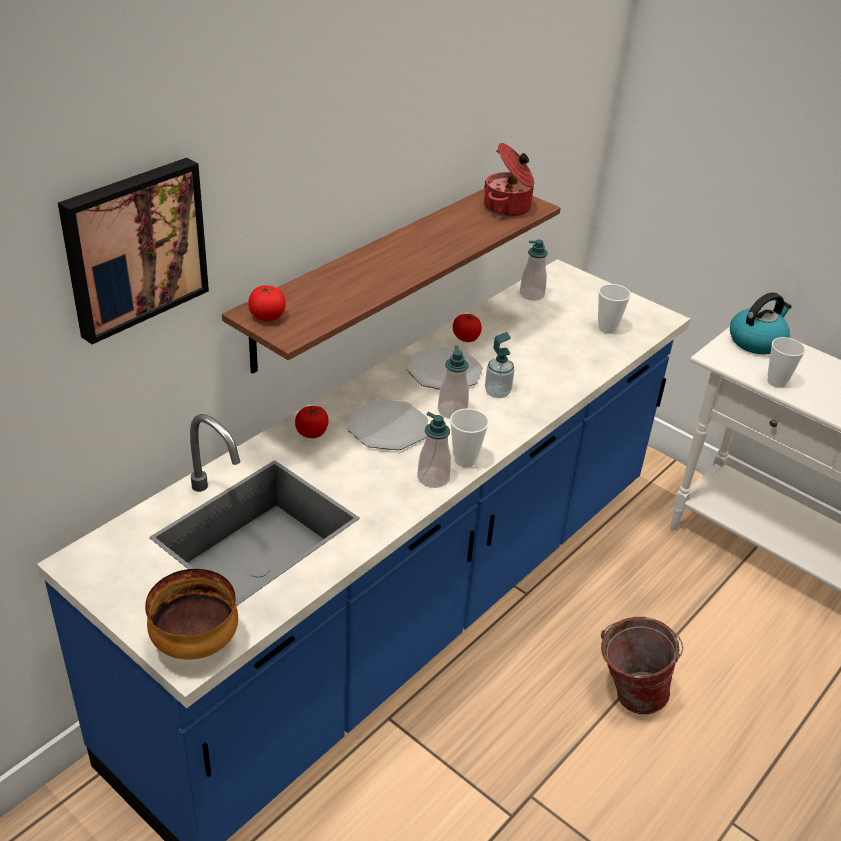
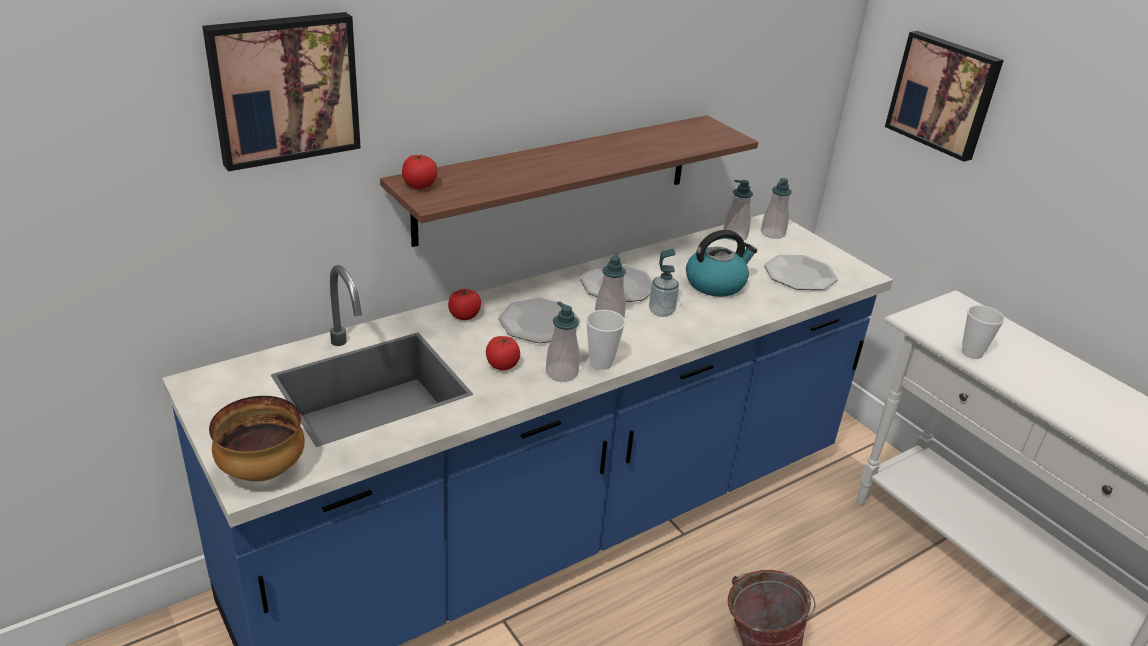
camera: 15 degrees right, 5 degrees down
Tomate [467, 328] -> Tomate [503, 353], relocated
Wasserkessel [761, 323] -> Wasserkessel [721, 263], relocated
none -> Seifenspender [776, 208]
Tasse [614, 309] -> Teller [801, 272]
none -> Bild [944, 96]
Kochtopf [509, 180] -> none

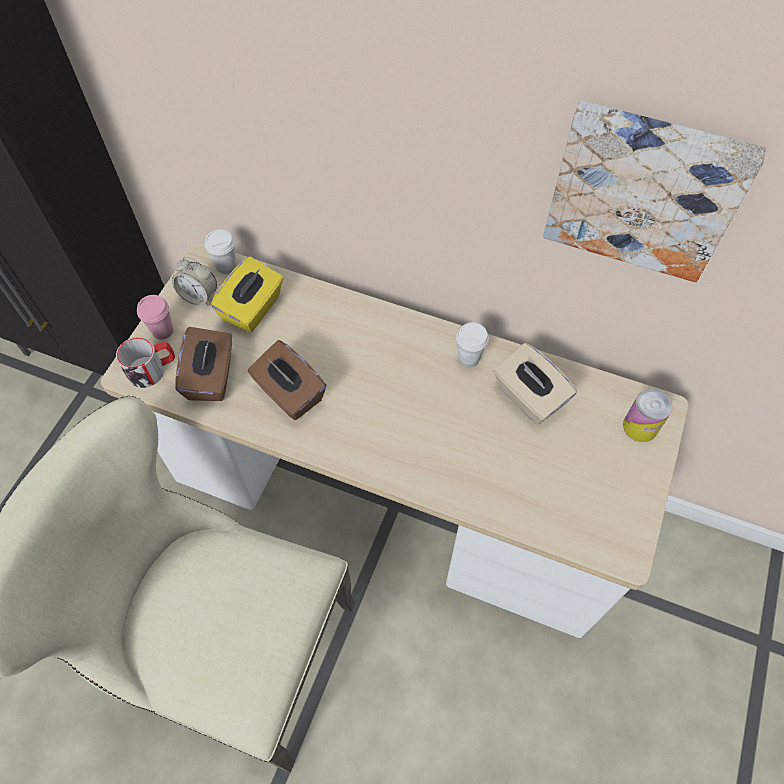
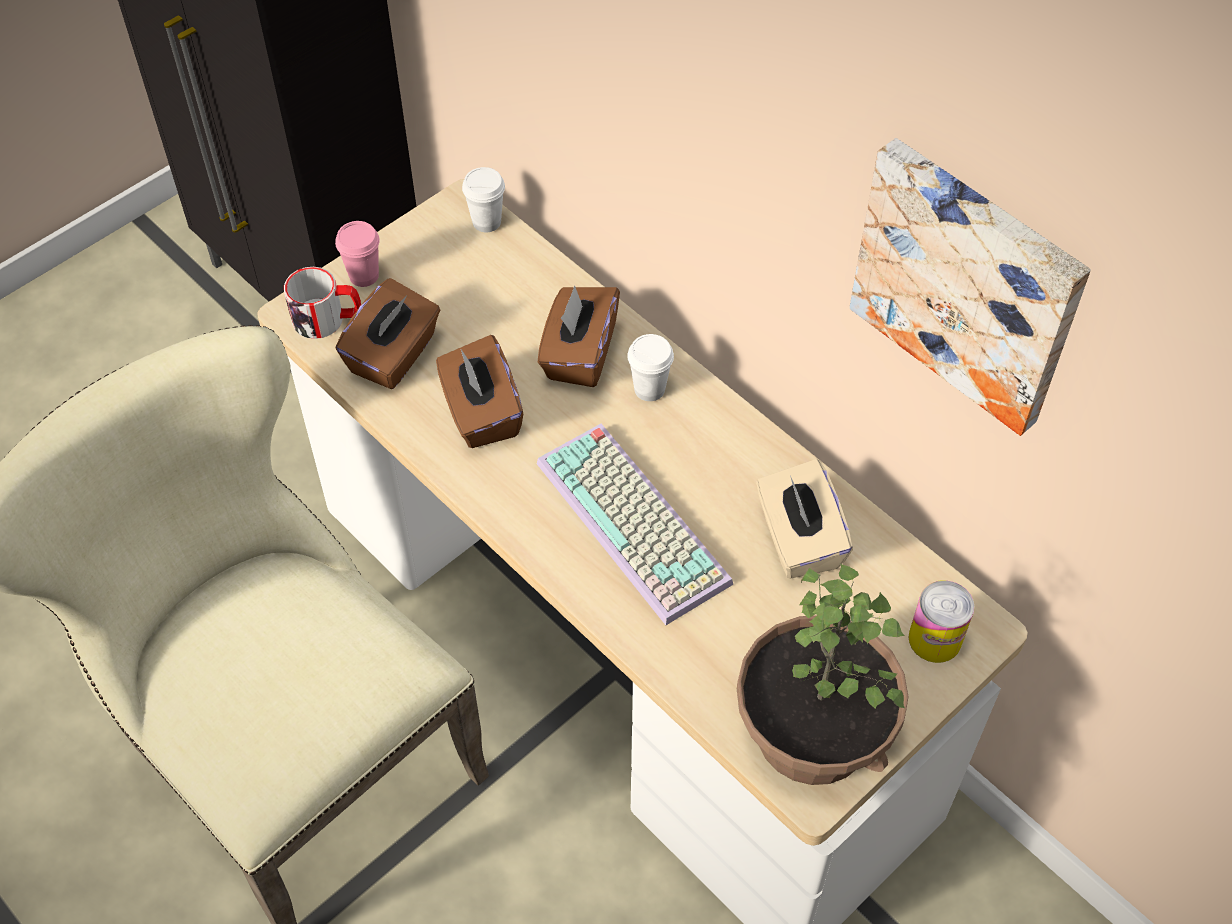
camera: 25 degrees right, 5 degrees down
none -> Tastatur [635, 524]
none -> Taschentuchbox/braun [579, 336]
Tasse/weiß [472, 345] -> Tasse/weiß [650, 367], relocated
none -> Topfpflanze [823, 674]
Wecker [194, 281] -> none
Taschentuchbox/gelb [247, 294] -> none

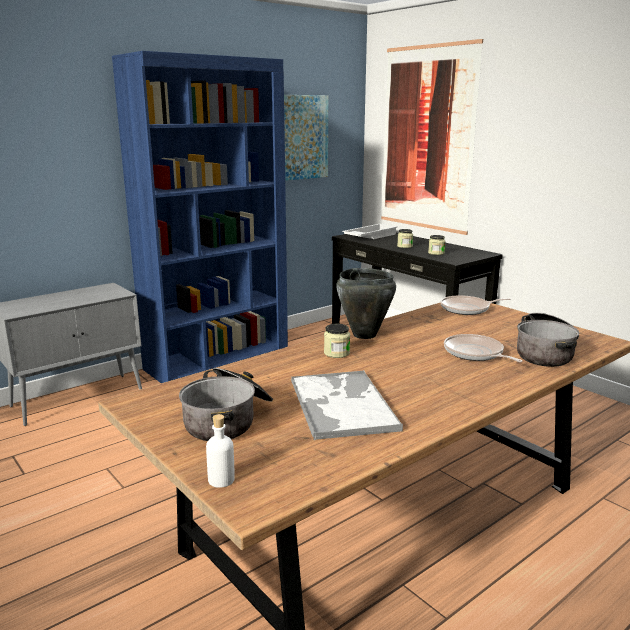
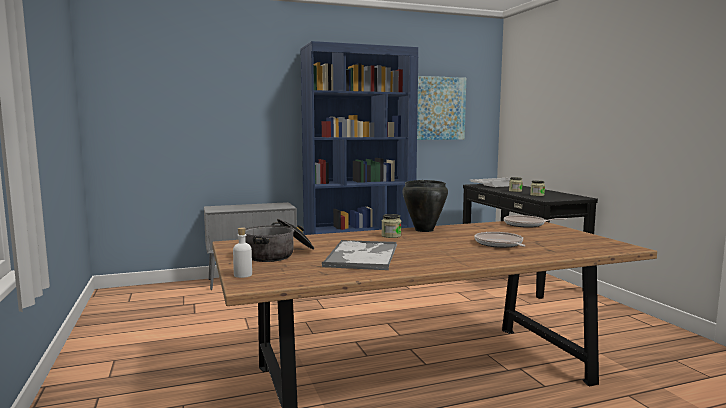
camera: 20 degrees right, 10 degrees down
Bild [432, 137] -> none
Kochtopf [548, 340] -> none

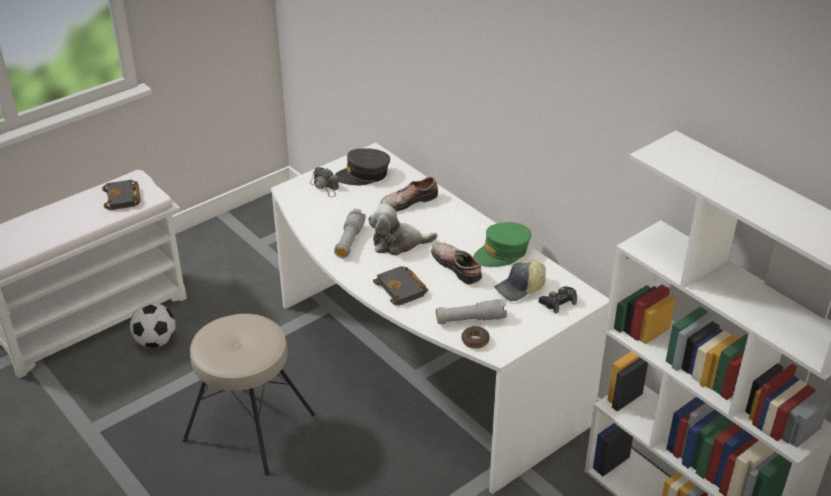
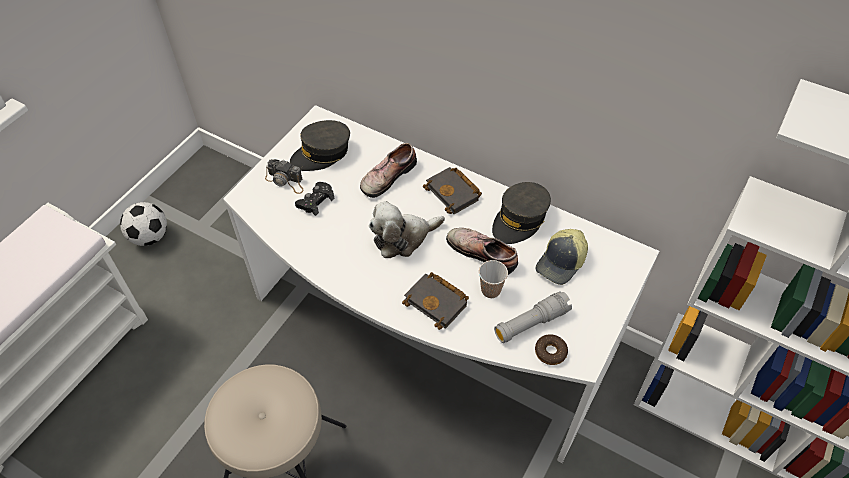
camera: 20 degrees left, 15 degrees up
Fußball [153, 325] -> Fußball [143, 224], relocated
Gamepad/schwarz [558, 300] -> Gamepad/schwarz [314, 199], relocated
Buch/schwarz [121, 195] -> Buch/schwarz [452, 190], relocated
none -> Tasse [493, 279]
Kappe/grün [502, 244] -> Kappe/grau [521, 213]
Taschenlampe/grau [350, 233] -> none

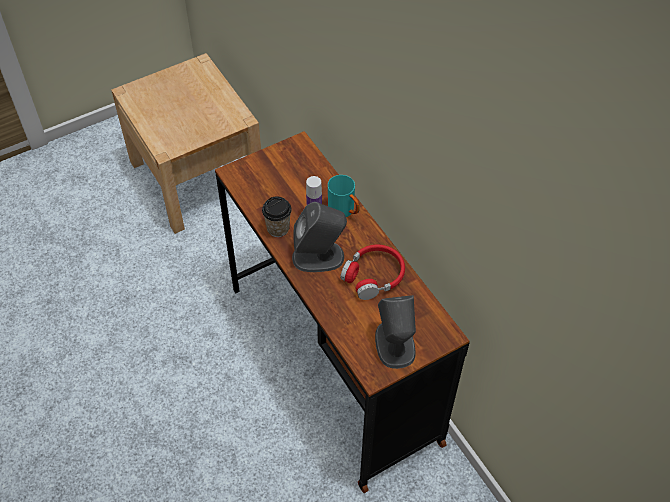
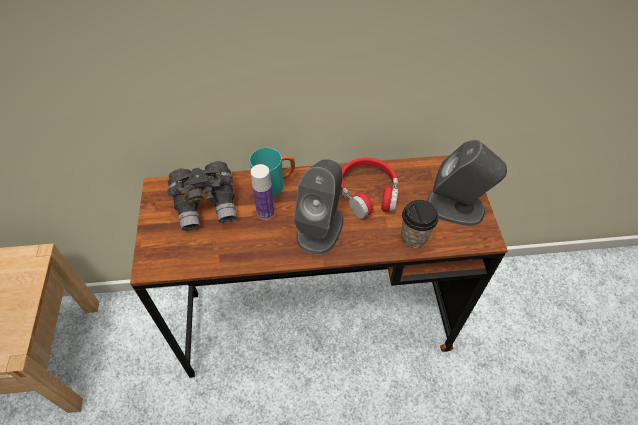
camera: 65 degrees left, 0 degrees up
none -> Fernglas/grau [202, 196]
Tasse [277, 216] -> Tasse [420, 224], relocated

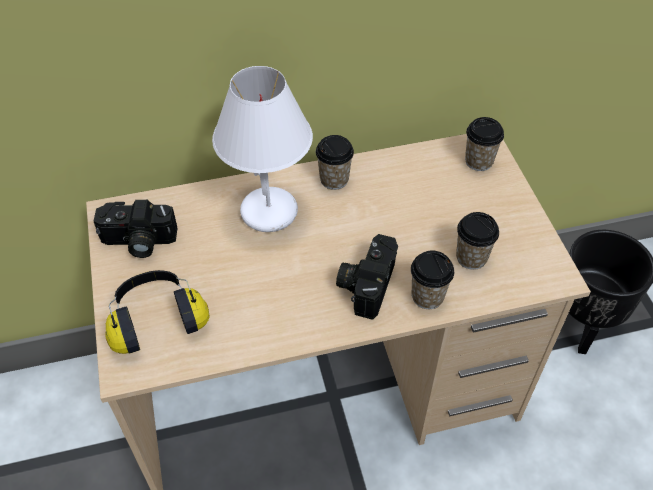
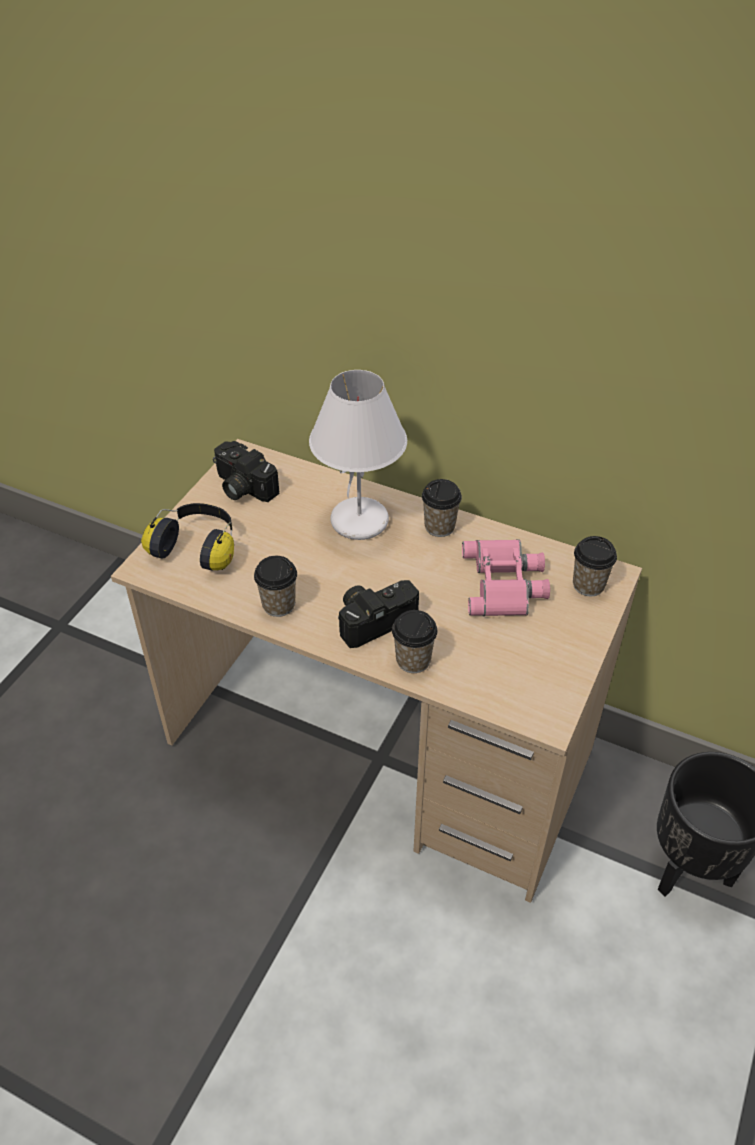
camera: 40 degrees right, 5 degrees down
Tasse [477, 241] -> Tasse [275, 586], relocated
none -> Fernglas/rosa [506, 577]

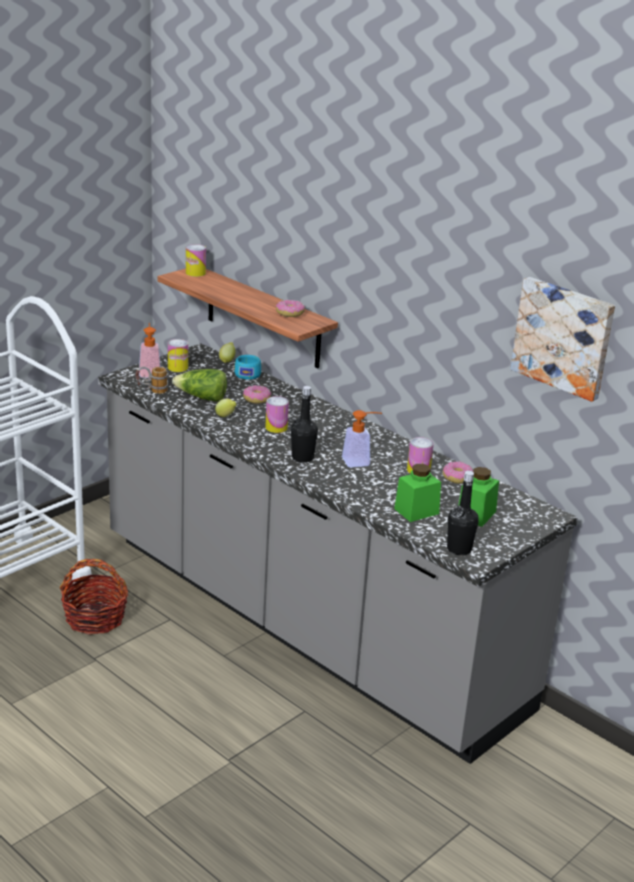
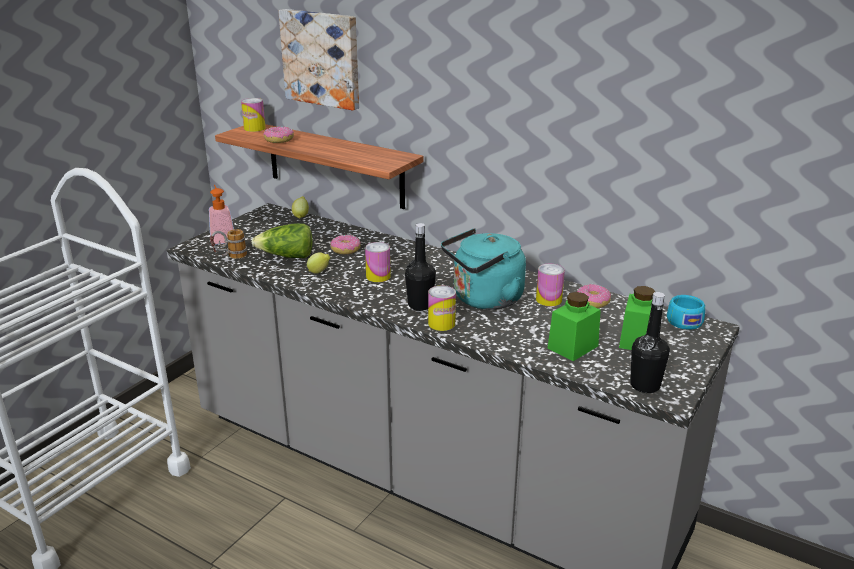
camera: 10 degrees left, 0 degrees up
Donut [290, 308] -> Donut [279, 135], relocated
Bild [562, 339] -> Bild [318, 60], relocated
Dose [178, 355] -> Dose [442, 308], relocated
Seifenspender [362, 438] -> Wasserkessel/türkis [483, 269]
Tasse/türkis [247, 367] -> Tasse/türkis [686, 312], relocated
Korb [94, 597] -> none

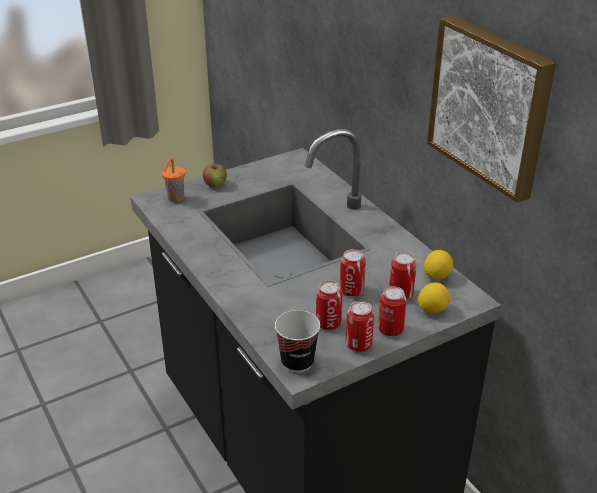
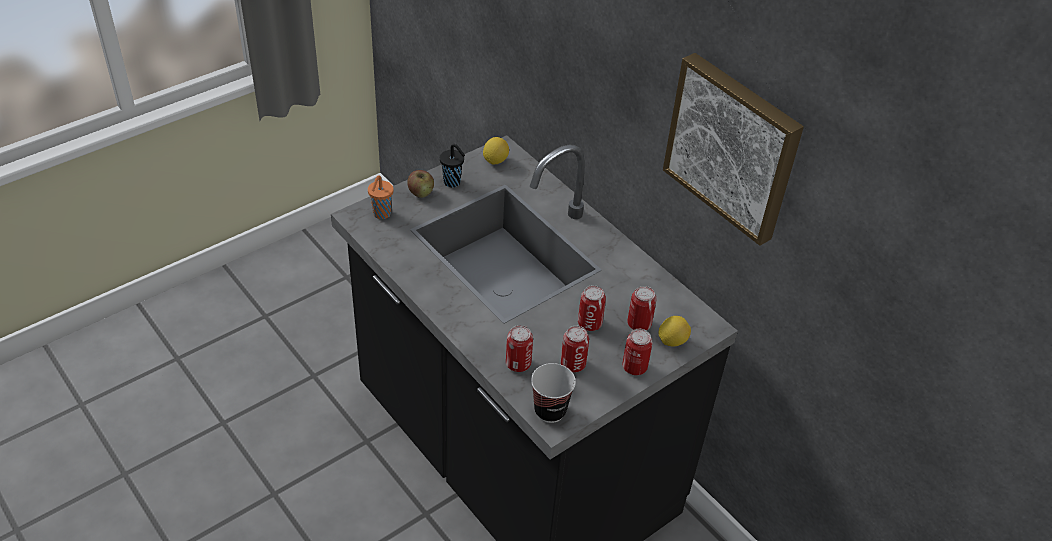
camera: 10 degrees left, 10 degrees up
none -> Tasse/schwarz [452, 165]
Zitrone [438, 265] -> Zitrone [496, 151], relocated
Dose [360, 326] -> Dose [519, 348], relocated

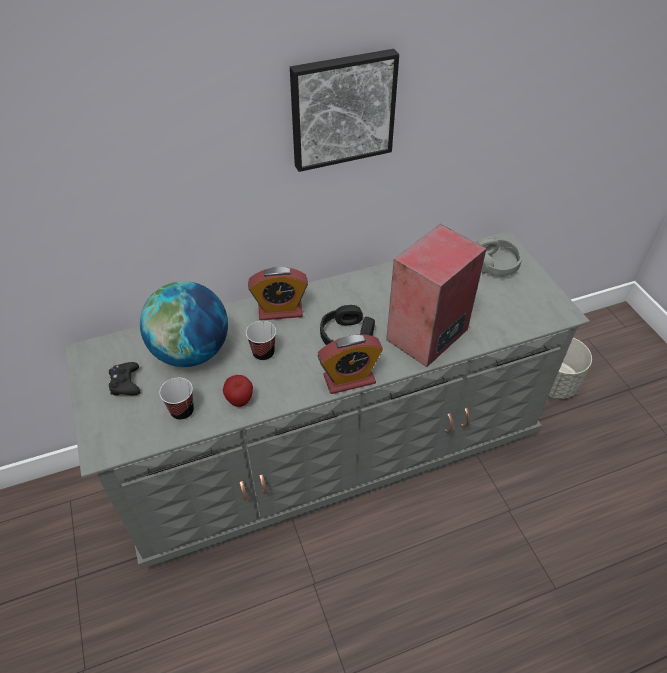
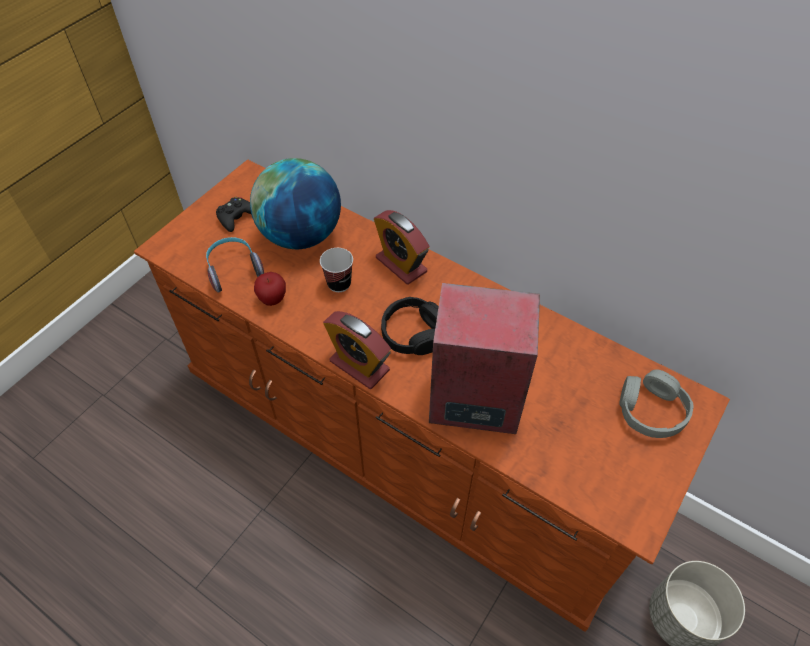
camera: 55 degrees right, 5 degrees up
Kommode/grau [327, 400] -> Kommode/braun [432, 396]
Tasse [176, 398] -> Kopfhörer [235, 264]
Bild [344, 110] -> none

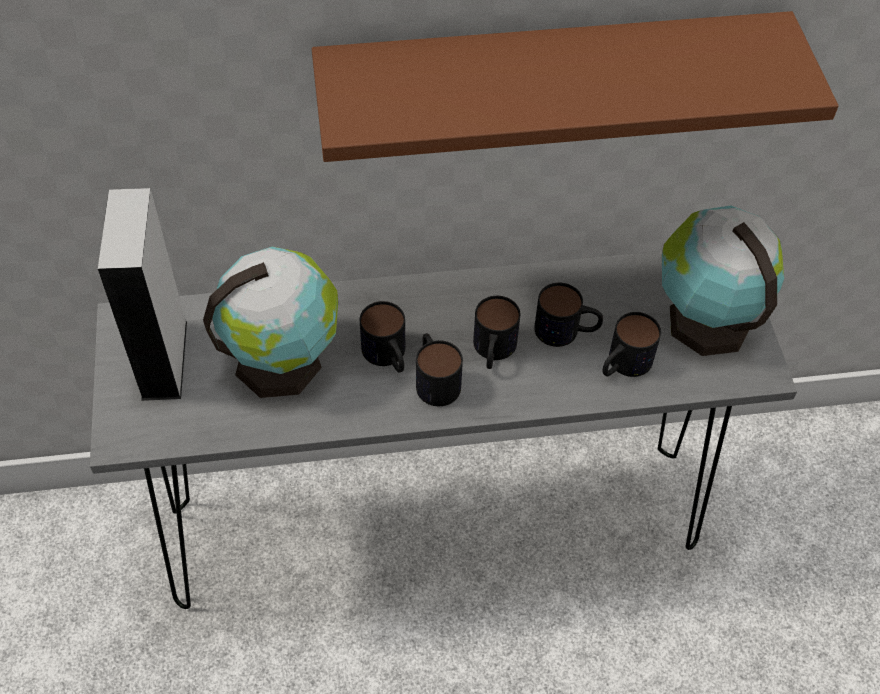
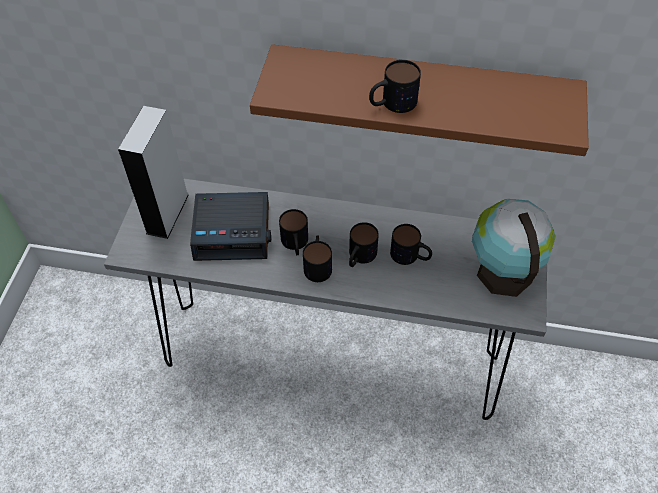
camera: 20 degrees right, 0 degrees up
Globus [270, 322] -> Wecker [230, 226]
Henkelbecher [631, 344] -> Henkelbecher [395, 86], relocated

